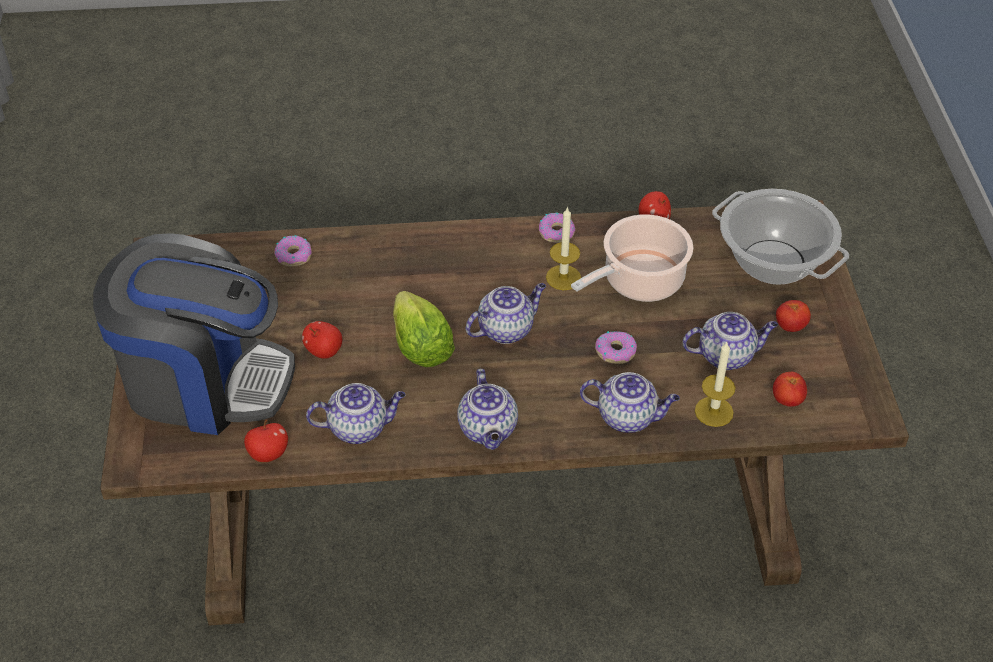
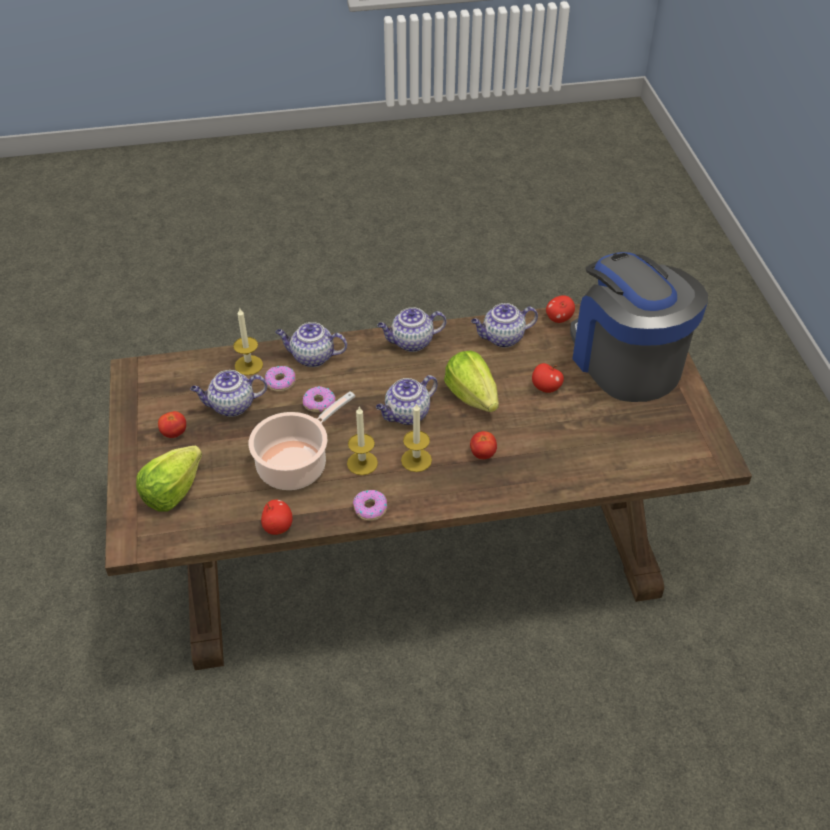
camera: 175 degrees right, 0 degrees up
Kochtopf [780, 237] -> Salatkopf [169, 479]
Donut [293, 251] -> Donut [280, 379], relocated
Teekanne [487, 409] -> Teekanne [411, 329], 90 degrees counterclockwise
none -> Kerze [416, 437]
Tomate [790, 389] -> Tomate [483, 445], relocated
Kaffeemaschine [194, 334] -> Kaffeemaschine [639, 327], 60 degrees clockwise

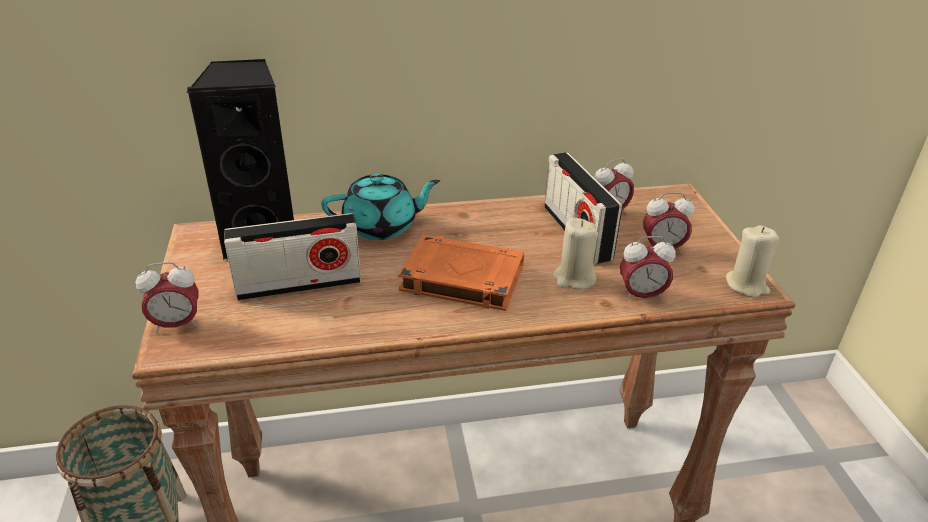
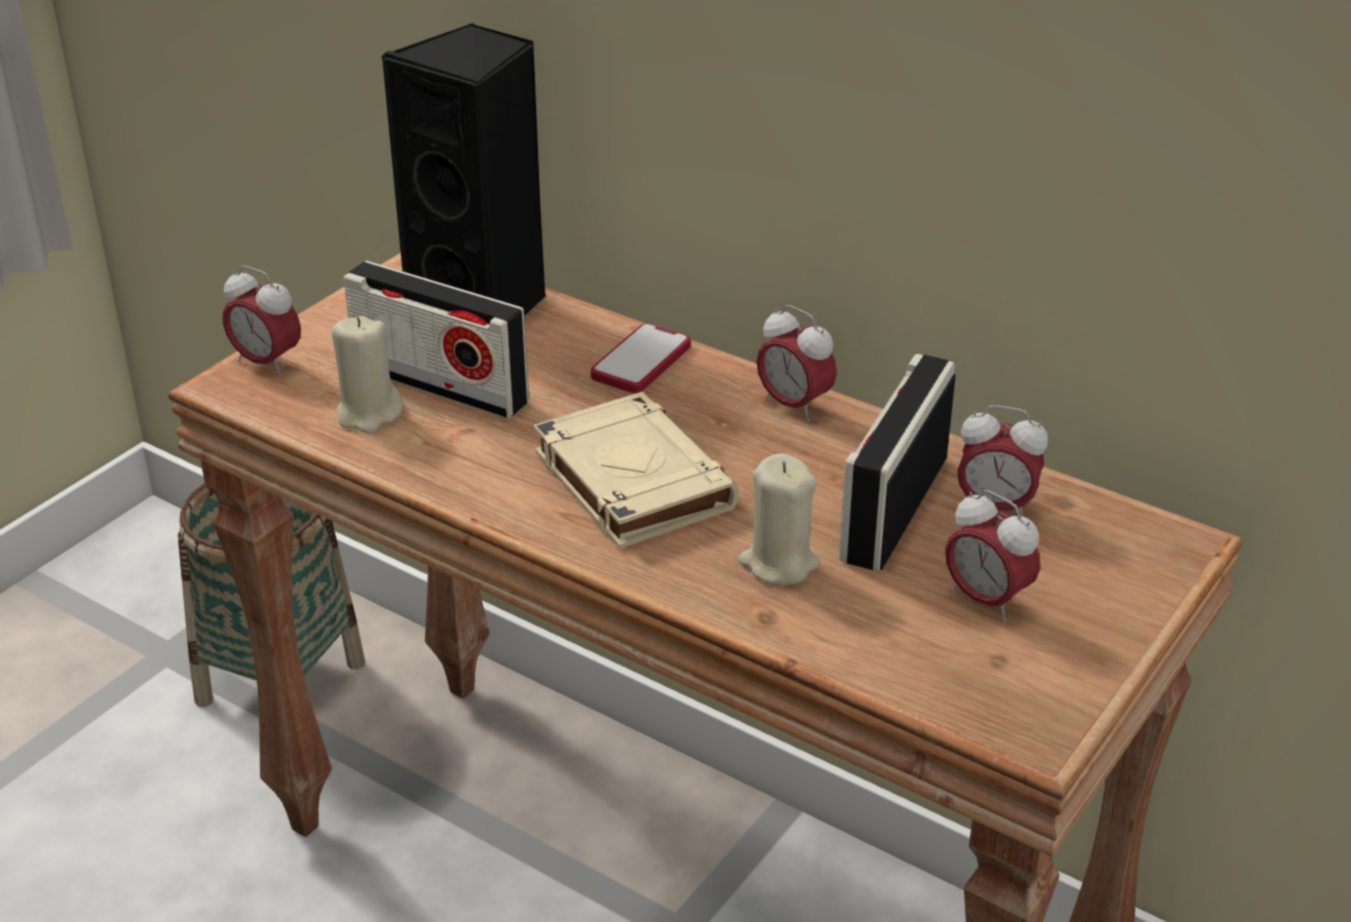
camera: 45 degrees right, 0 degrees up
Kerze/beige [752, 261] -> Kerze/beige [367, 374], relocated
Buch/orange [461, 272] -> Buch/beige [637, 470]
Teekanne/türkis [380, 207] -> Handy [641, 358]
Wecker [648, 268] -> Wecker [796, 363], relocated

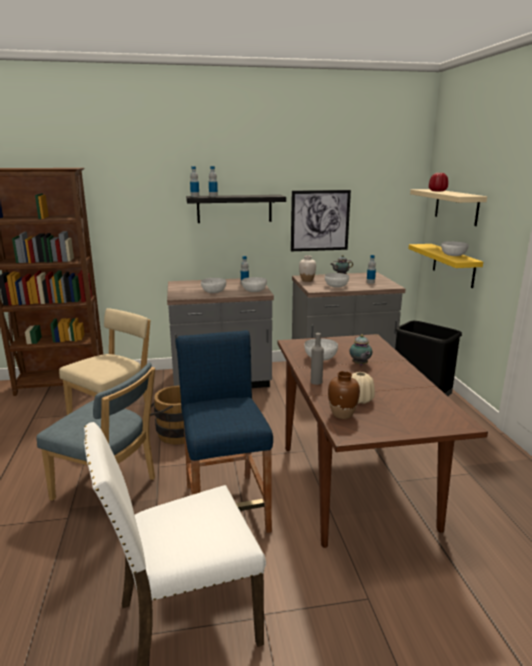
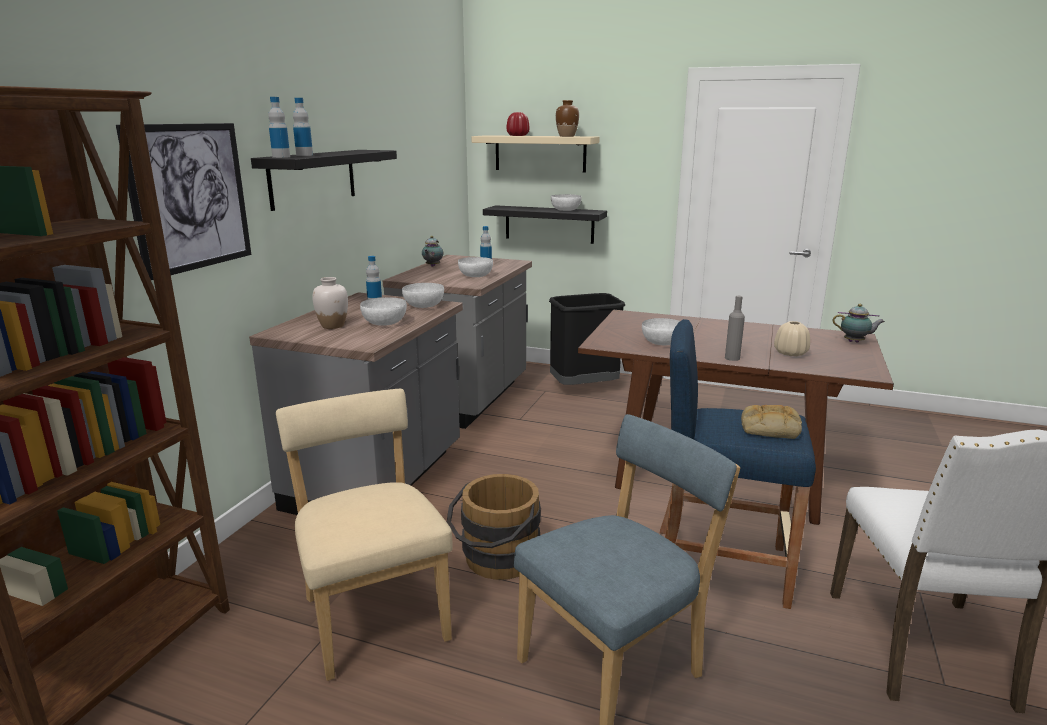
camera: 60 degrees left, 0 degrees up
Bild [321, 220] -> Bild [183, 201], relocated
Vase/weiß [307, 269] -> Vase/weiß [330, 303], relocated
Wandregal/gelb [445, 266] -> Wandregal/schwarz [545, 224]
Vase/braun [344, 395] -> Vase/braun [567, 118], relocated
none -> Brot [771, 422]
Teekanne [360, 349] -> Teekanne [858, 323], relocated

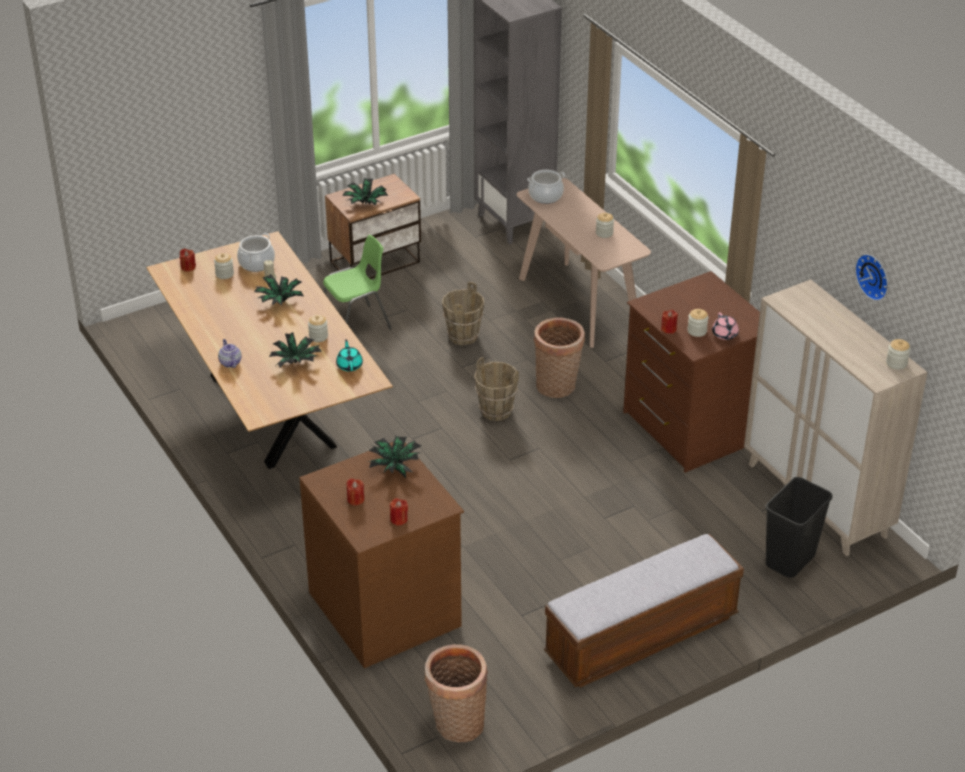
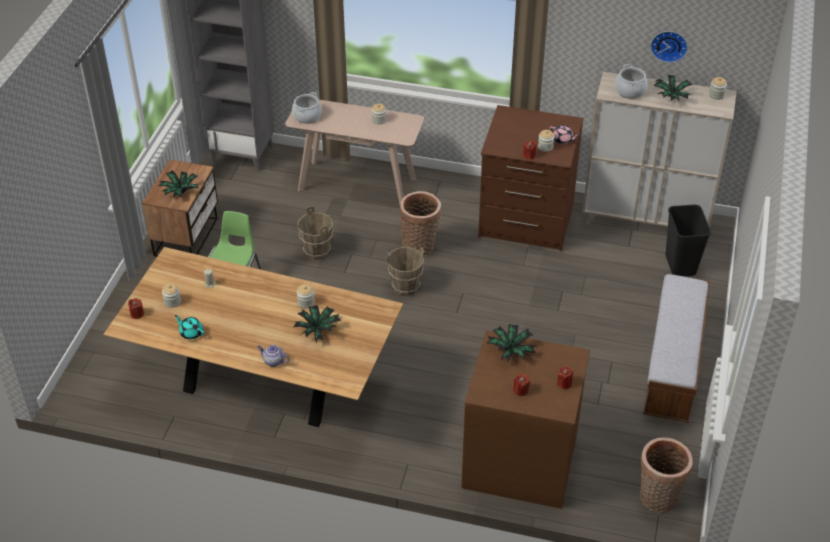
camera: 45 degrees left, 5 degrees up
Teekanne/türkis [349, 355] -> Teekanne/türkis [189, 327], relocated
Kochtopf [256, 252] -> Kochtopf [631, 81], relocated
Topfpflanze [279, 289] -> Topfpflanze [673, 88], relocated

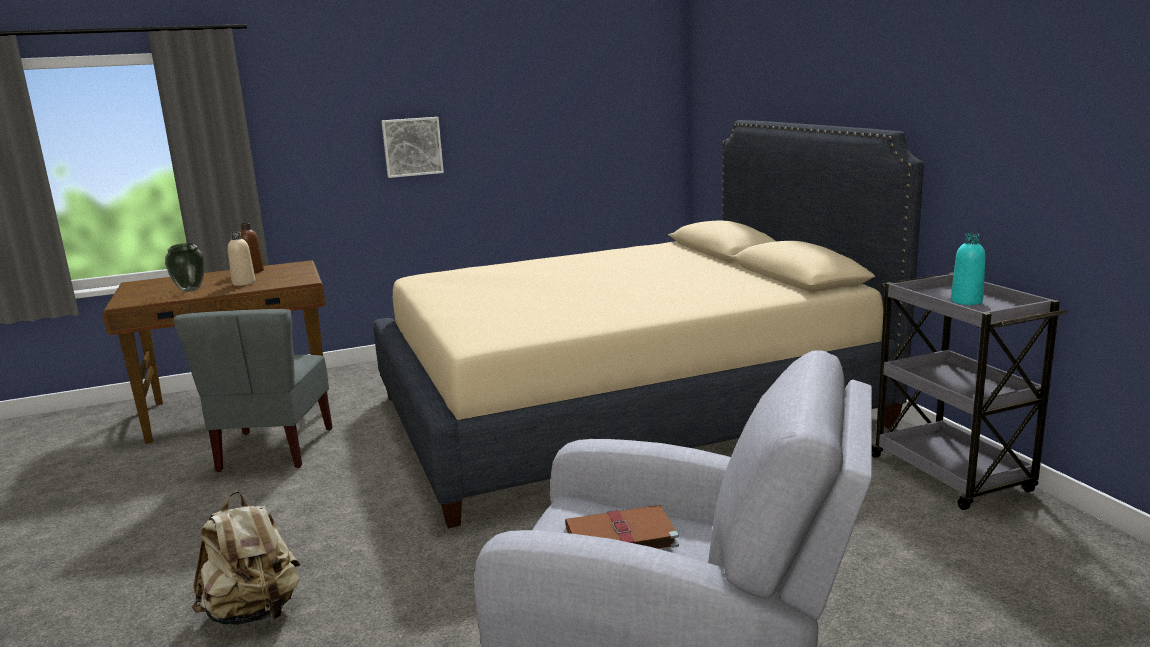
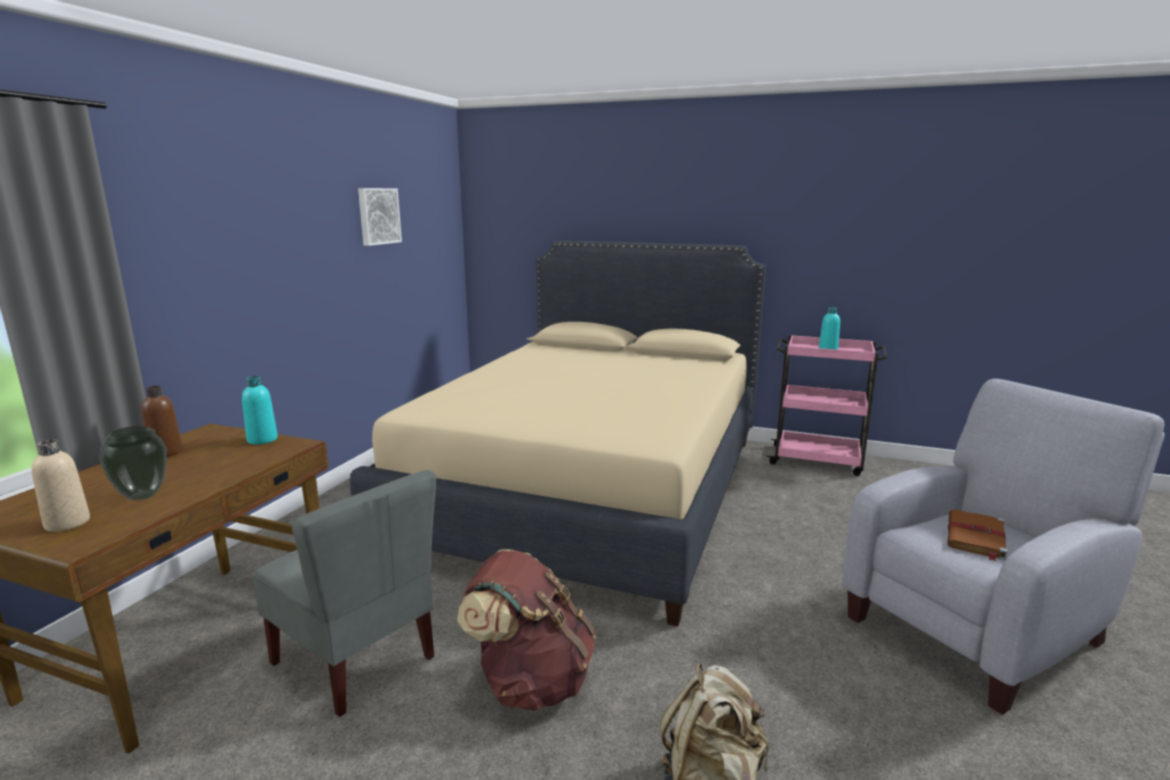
camera: 50 degrees left, 0 degrees up
Flasche/beige [242, 259] -> Flasche/beige [61, 485], relocated
none -> Flasche/türkis [260, 410]
Bild [412, 147] -> Bild [380, 217], relocated
none -> Rucksack/braun [526, 630]
Rollwagen/grau [969, 391] -> Rollwagen/rosa [827, 405]

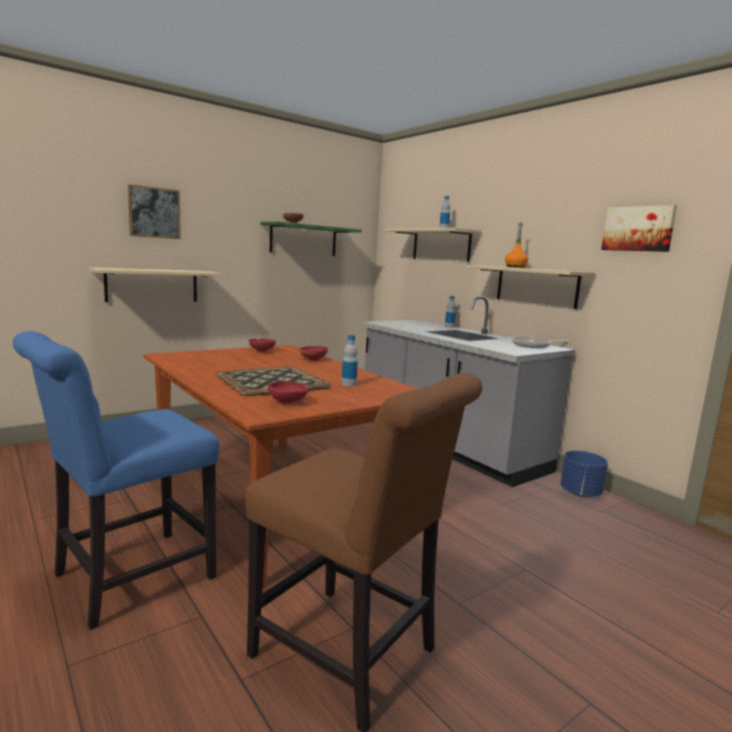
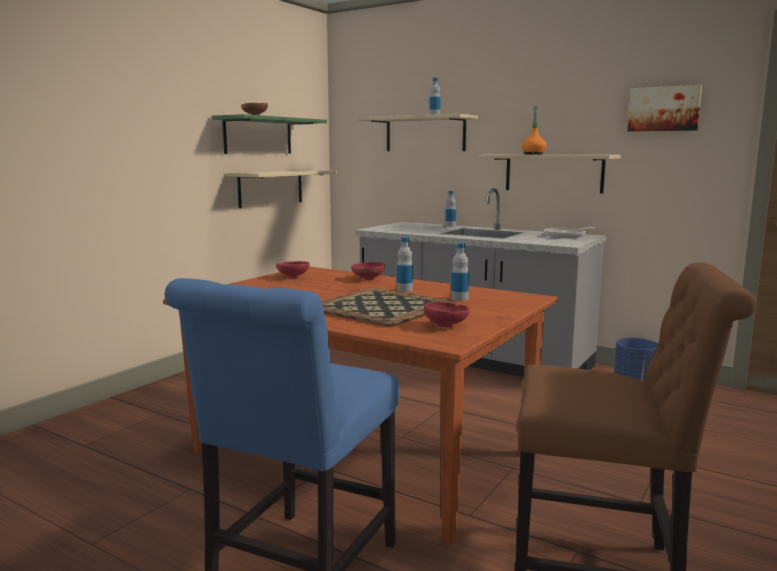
camera: 20 degrees left, 0 degrees up
Wandregal/beige [155, 284] -> Wandregal/beige [282, 189], relocated
none -> Flasche [405, 264]
Bild [154, 211] -> none

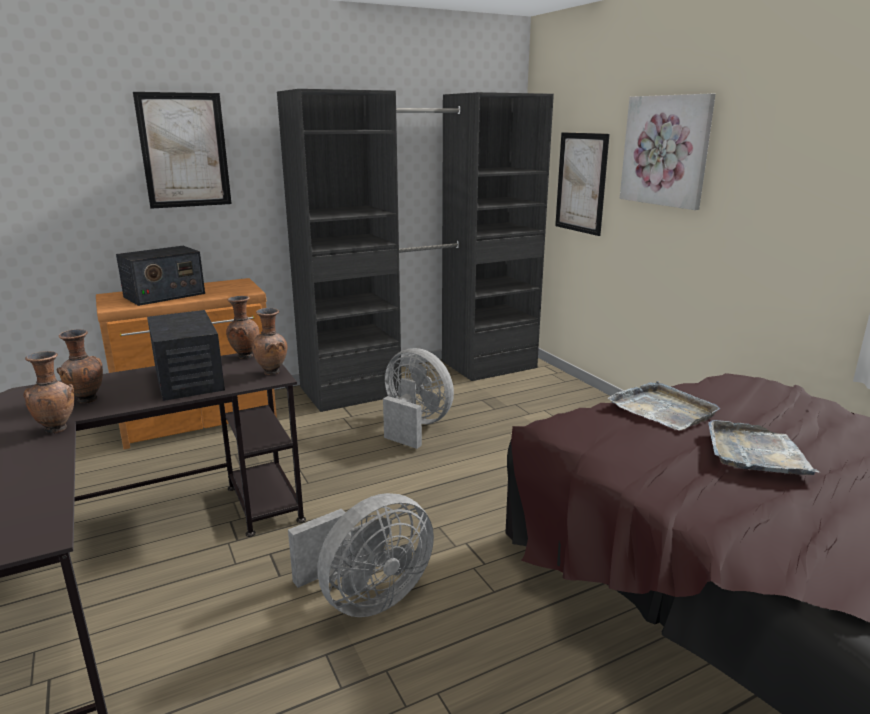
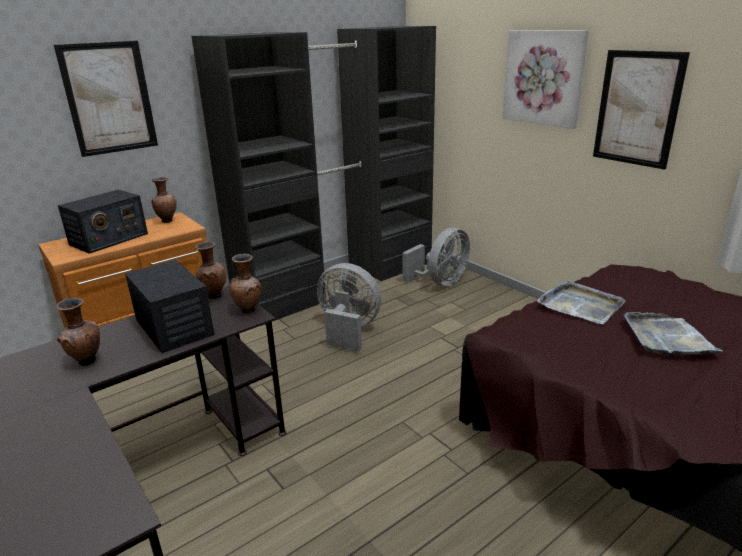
camera: 10 degrees left, 5 degrees up
Vase/braun [48, 392] -> Vase/braun [163, 200], relocated
Ventilator/grau [361, 555] -> Ventilator/grau [436, 256], relocated
Bild [582, 184] -> Bild [641, 110], relocated

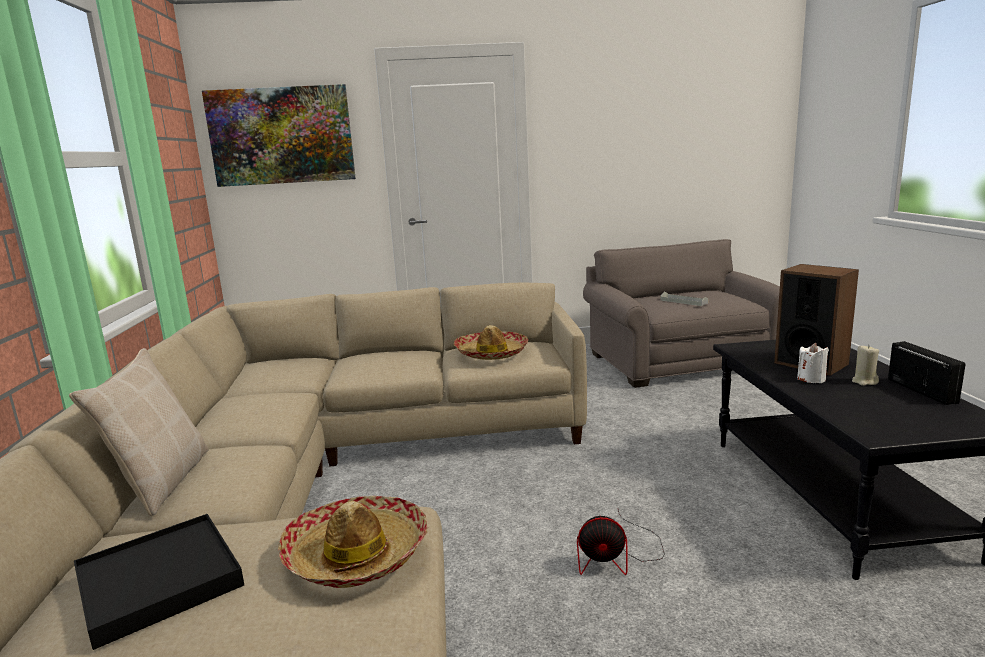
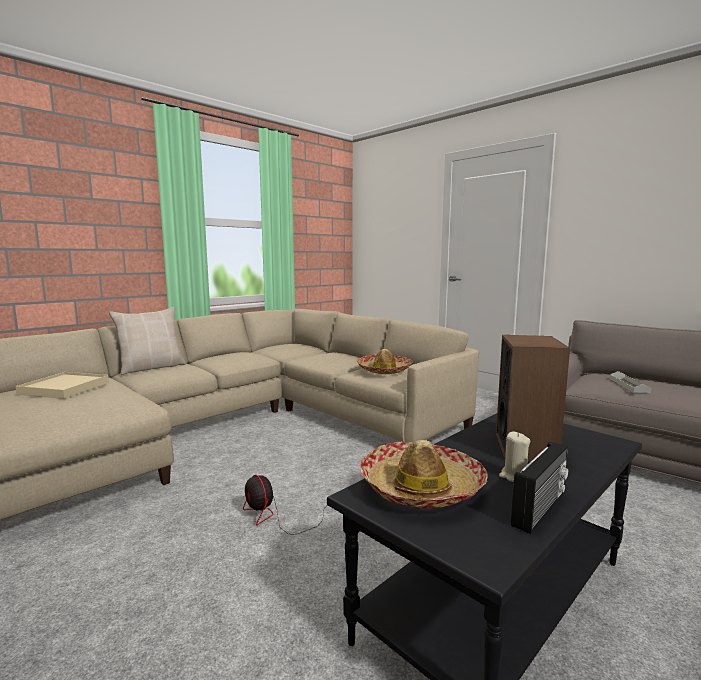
camera: 50 degrees right, 5 degrees down
Tablett/schwarz [159, 582] -> Tablett/beige [62, 385]
Hut [353, 542] -> Hut [424, 474], relocated
Bild [279, 135] -> none
Kerze/weiß [813, 363] -> none

